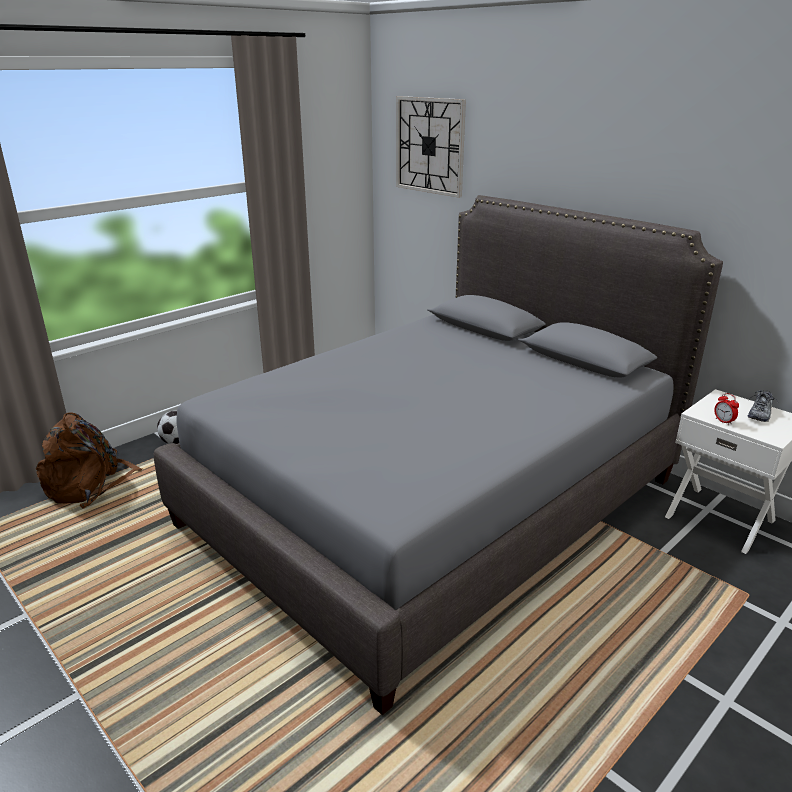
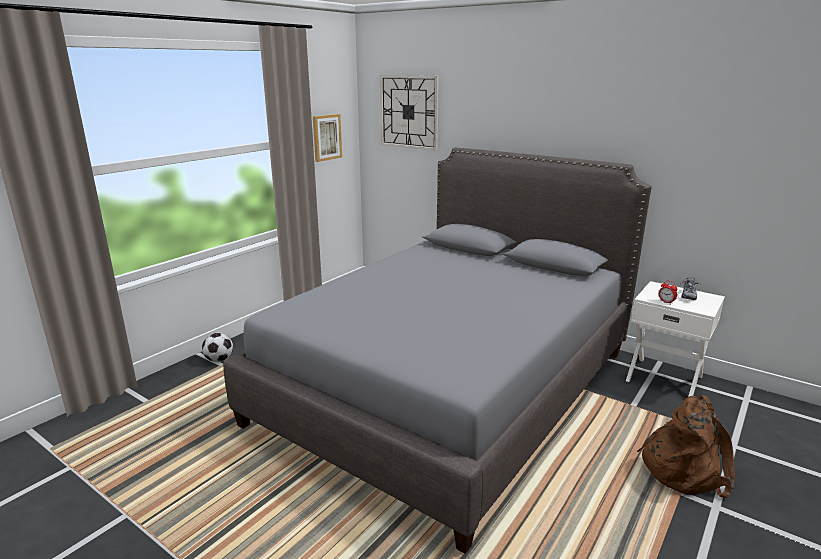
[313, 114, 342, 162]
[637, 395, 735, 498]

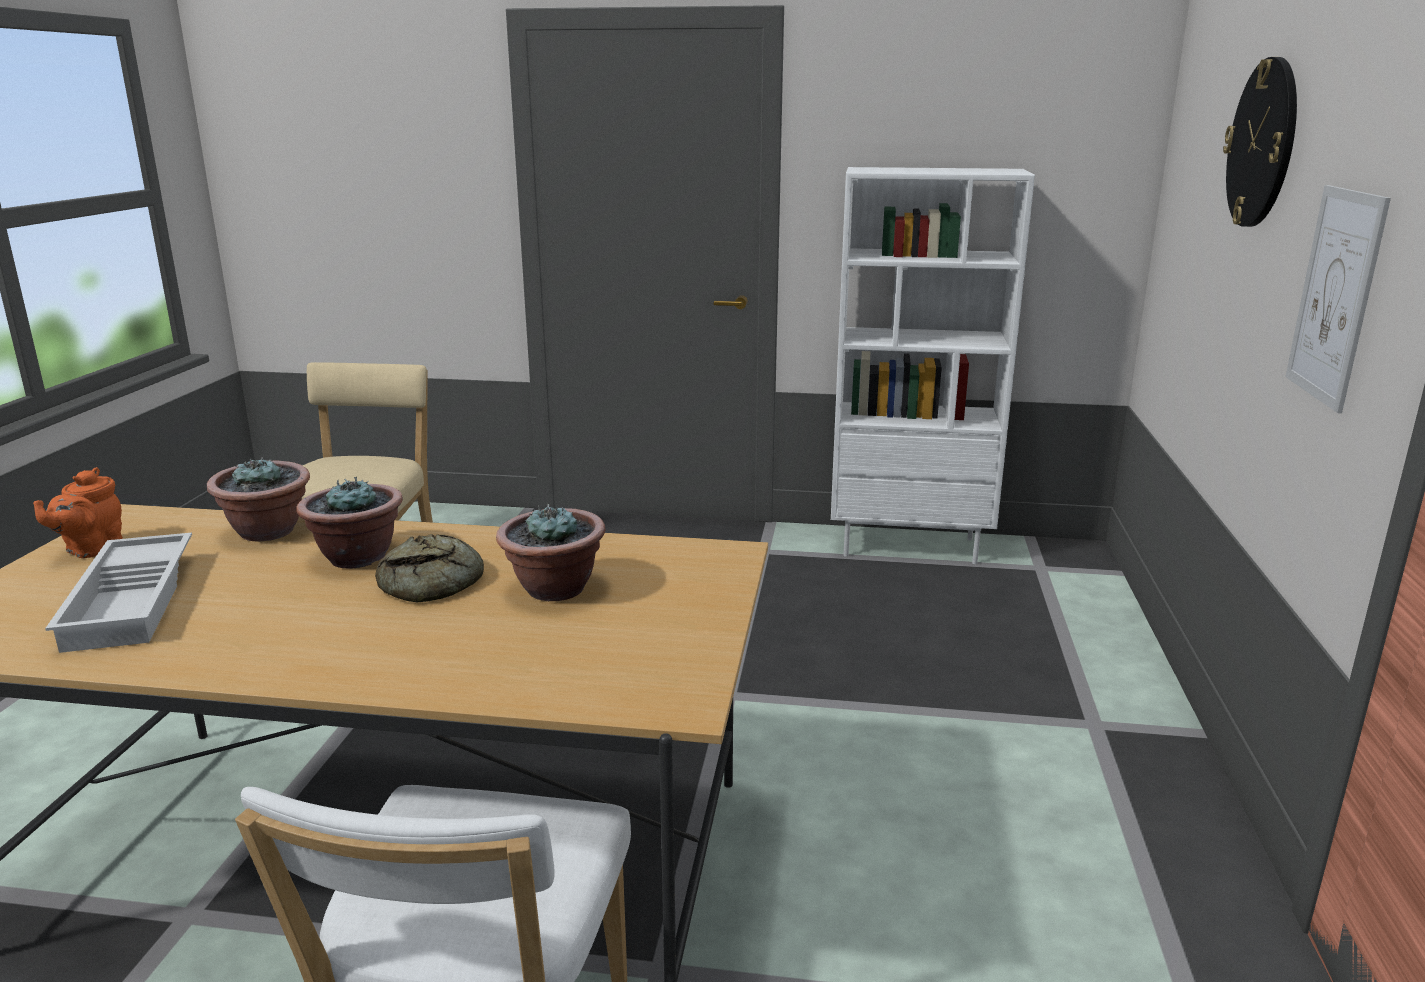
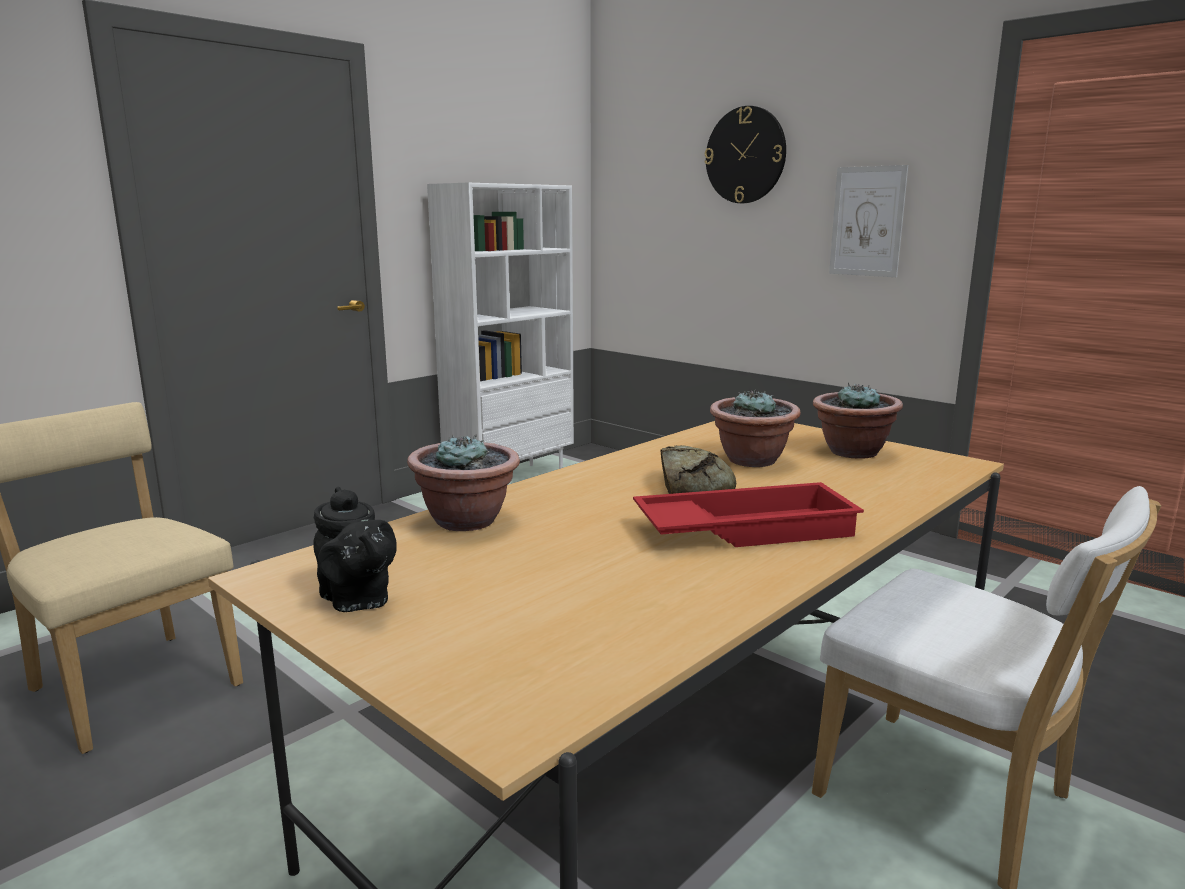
[313, 486, 397, 612]
[633, 482, 864, 547]
[813, 383, 903, 459]
[45, 533, 192, 653] (first image)

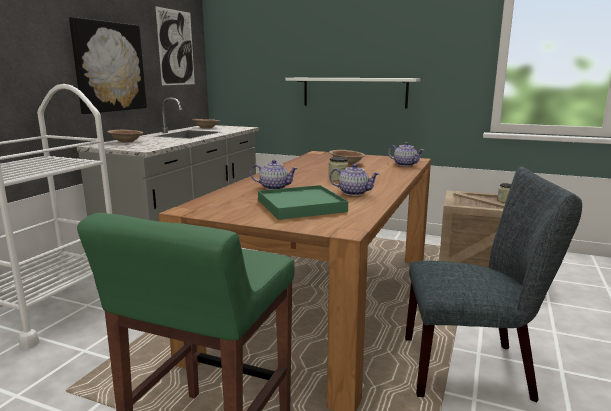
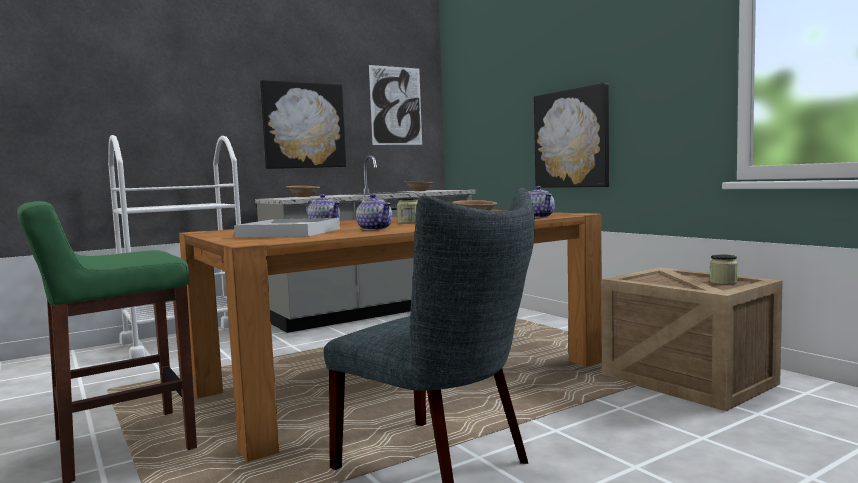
[234, 218, 340, 238]
[534, 83, 609, 188]

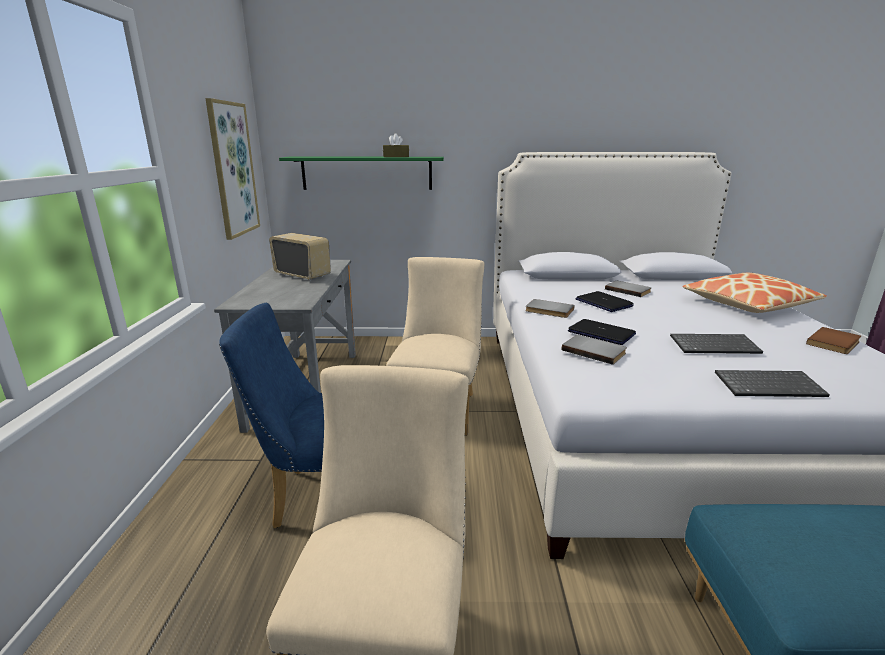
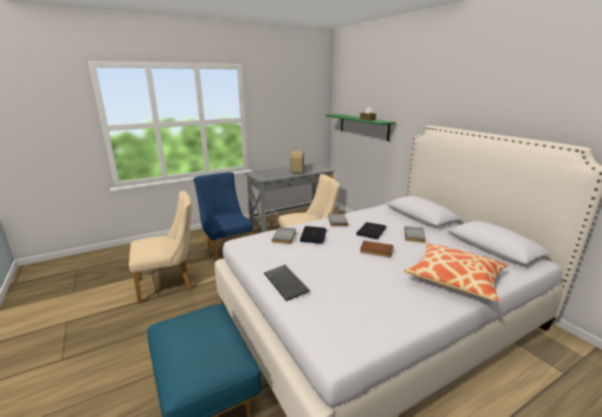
[360, 241, 394, 257]
[205, 98, 260, 240] (first image)
[670, 334, 763, 354] (first image)

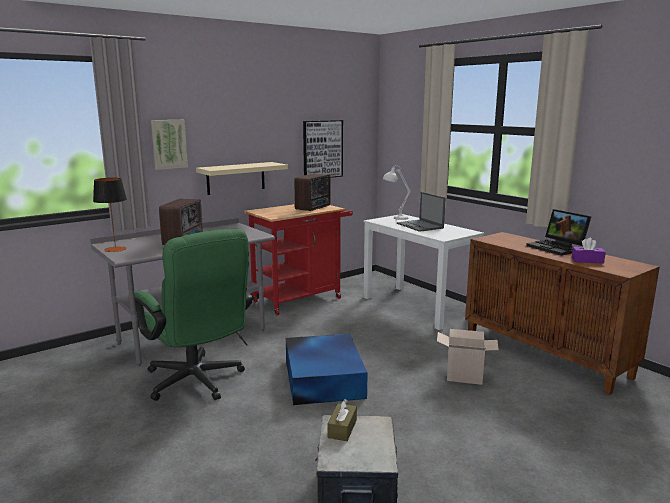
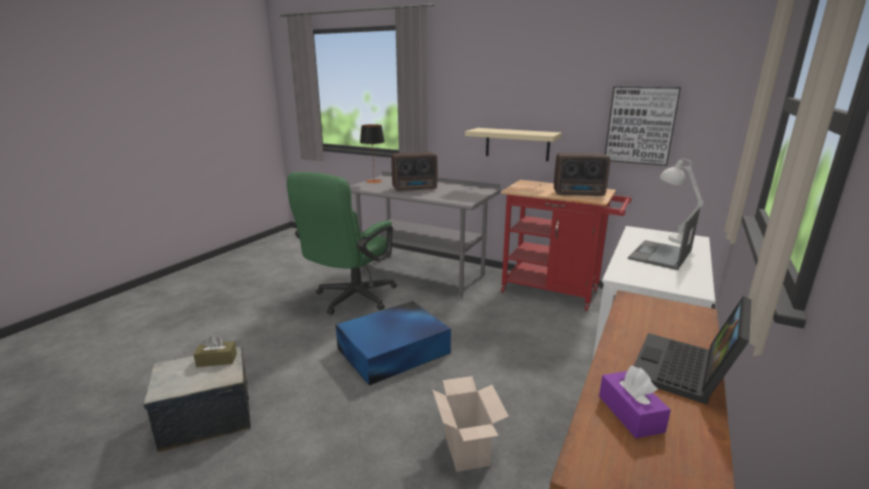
[151, 120, 188, 170] (first image)

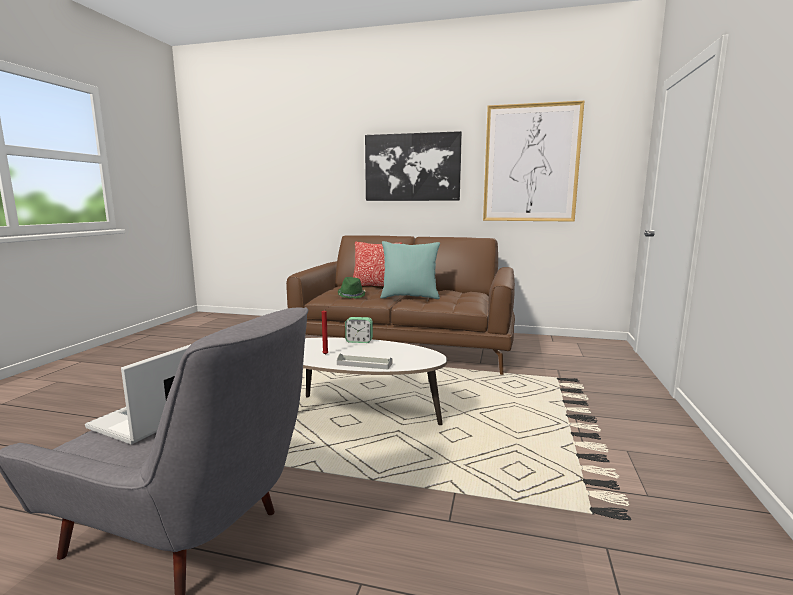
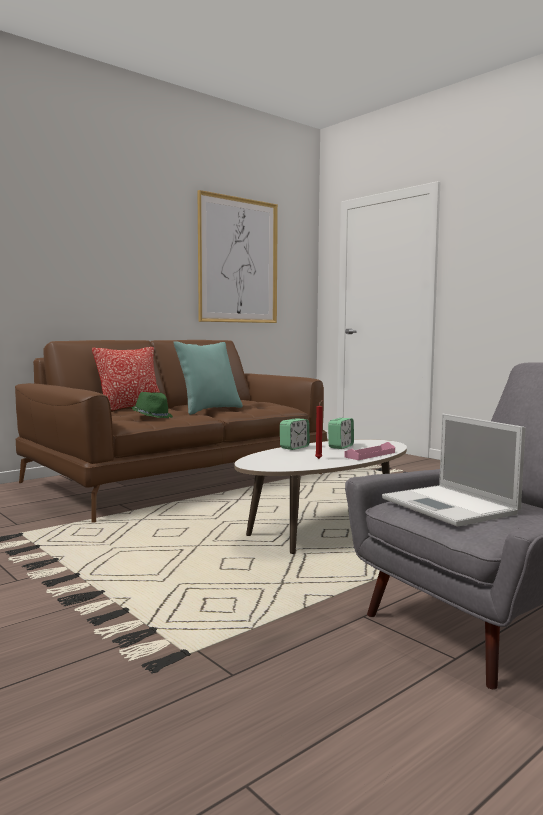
[328, 418, 354, 449]
[344, 442, 395, 460]
[365, 131, 462, 201] (first image)

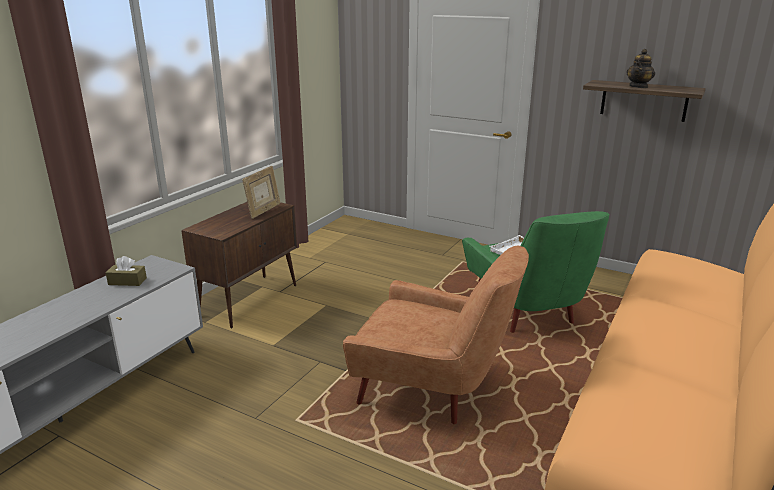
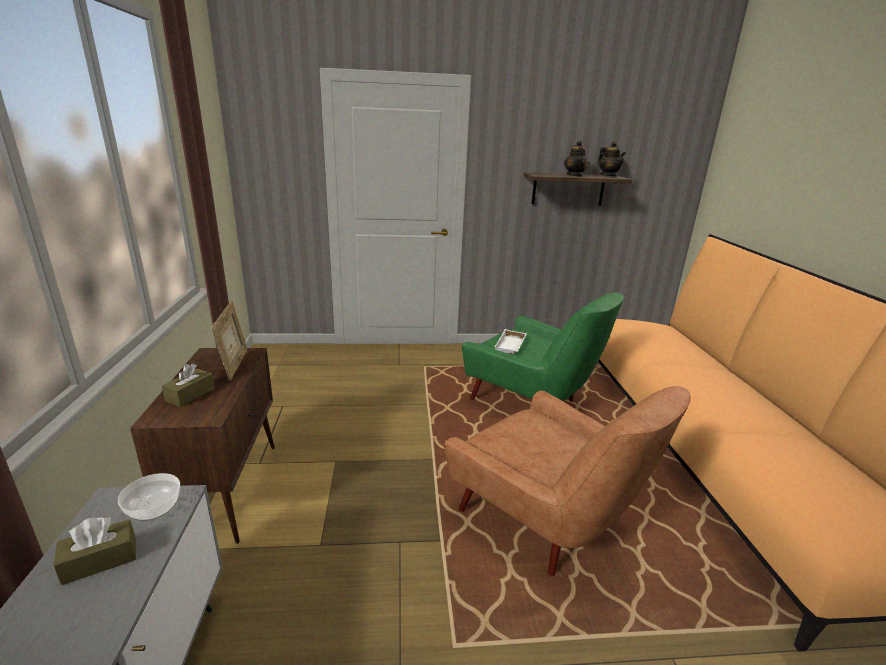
[118, 473, 180, 521]
[162, 363, 215, 407]
[444, 386, 691, 576]
[598, 141, 626, 177]

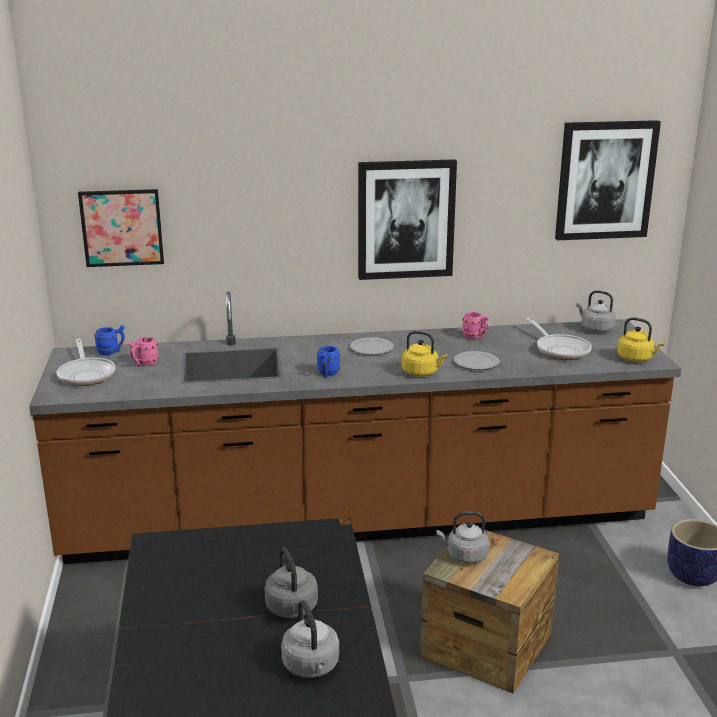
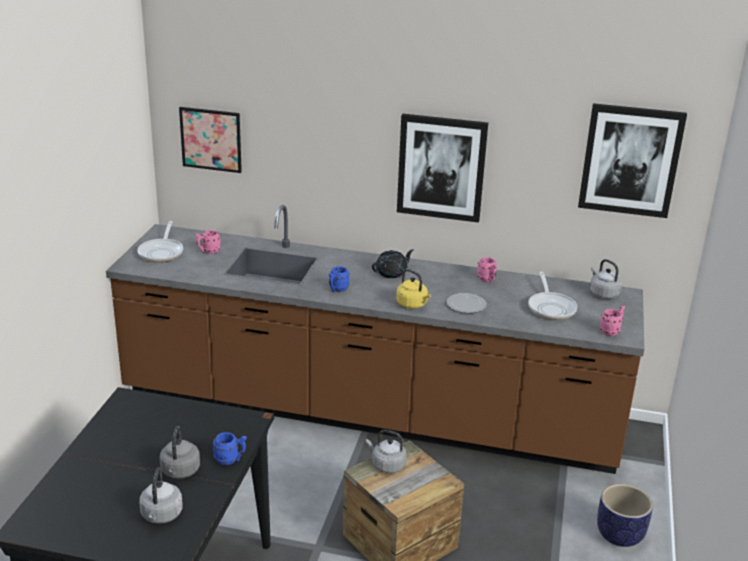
[212, 432, 247, 465]
[372, 249, 414, 278]
[600, 305, 625, 336]

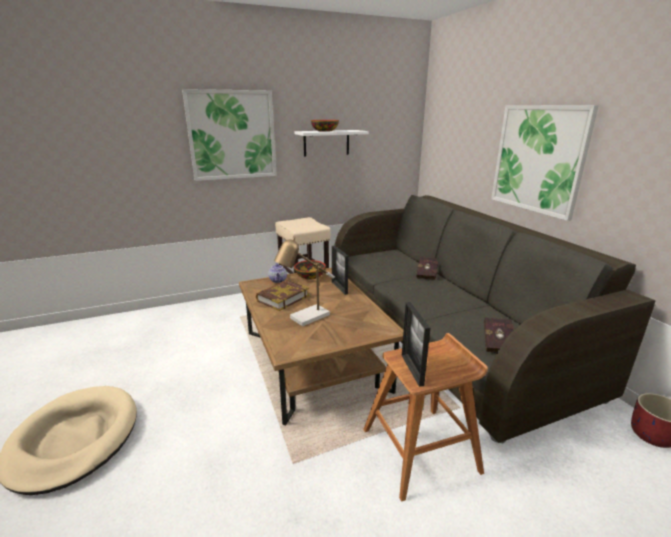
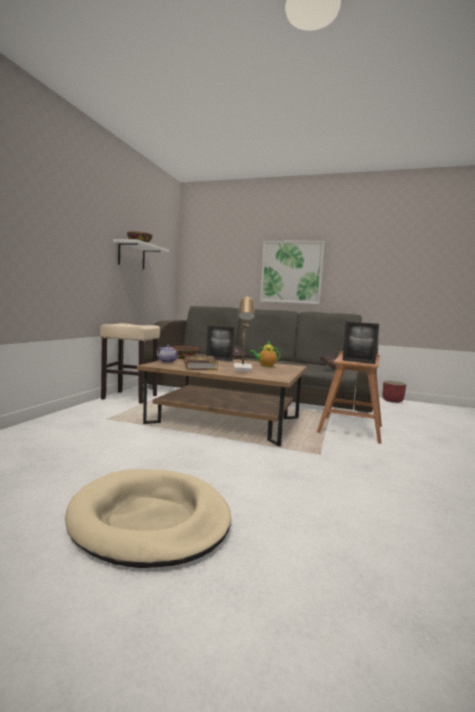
[249, 341, 281, 367]
[182, 89, 277, 181] (first image)

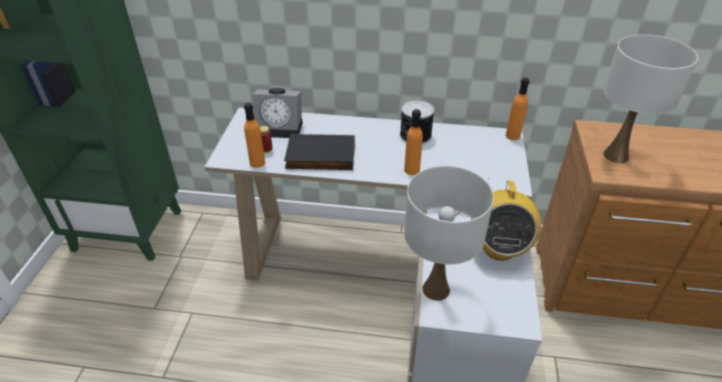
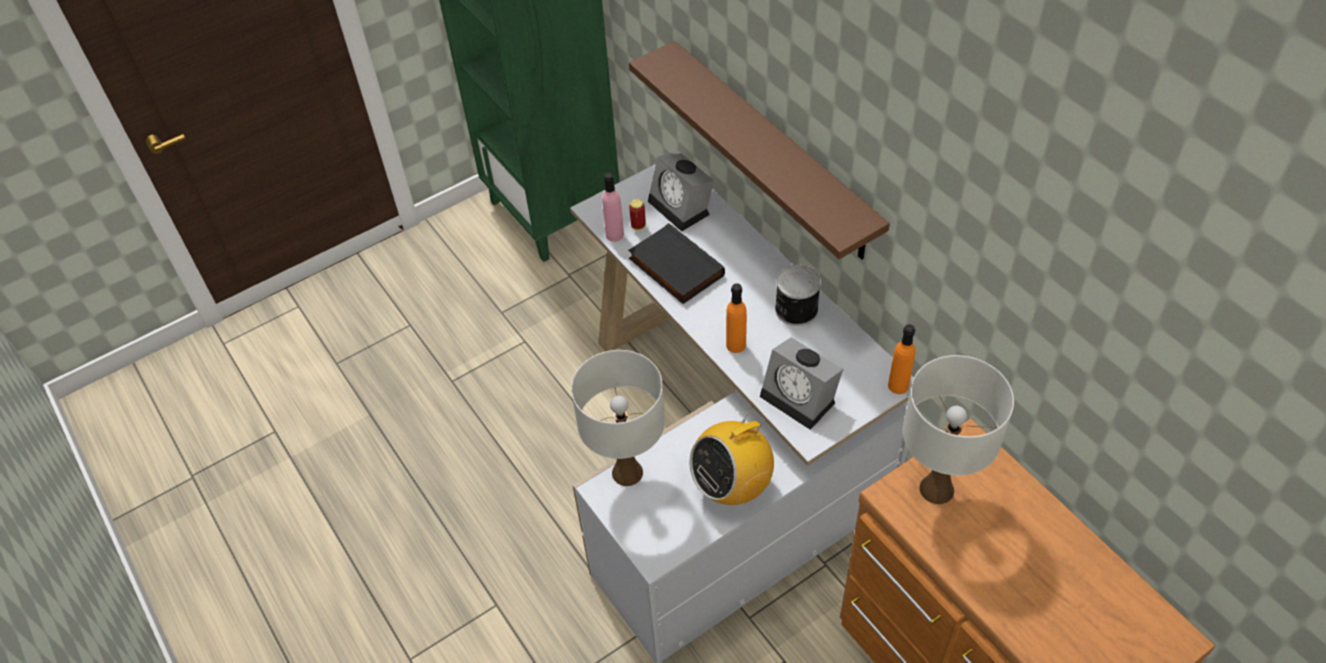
[602, 172, 624, 242]
[629, 41, 890, 260]
[760, 337, 843, 430]

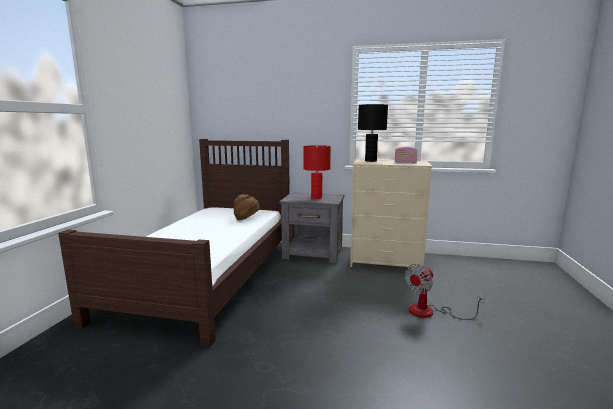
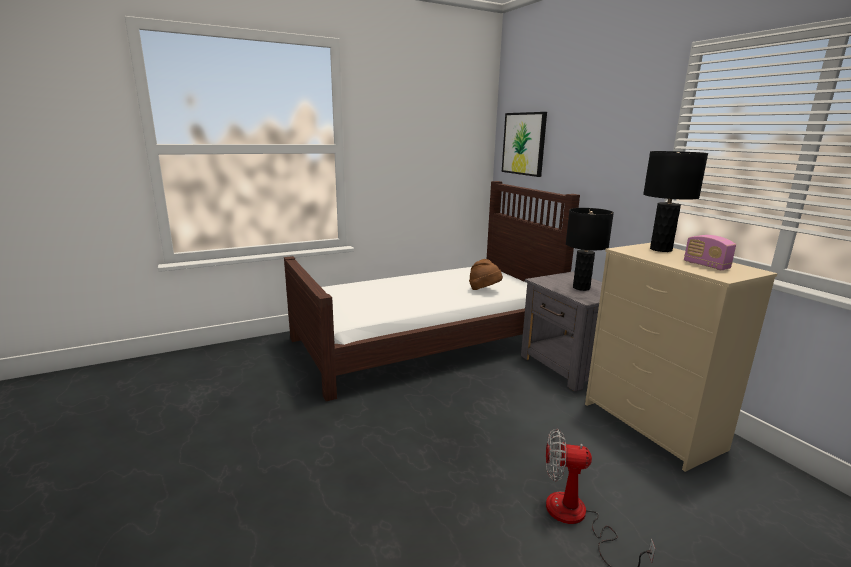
[502, 112, 547, 177]
[566, 208, 614, 291]

